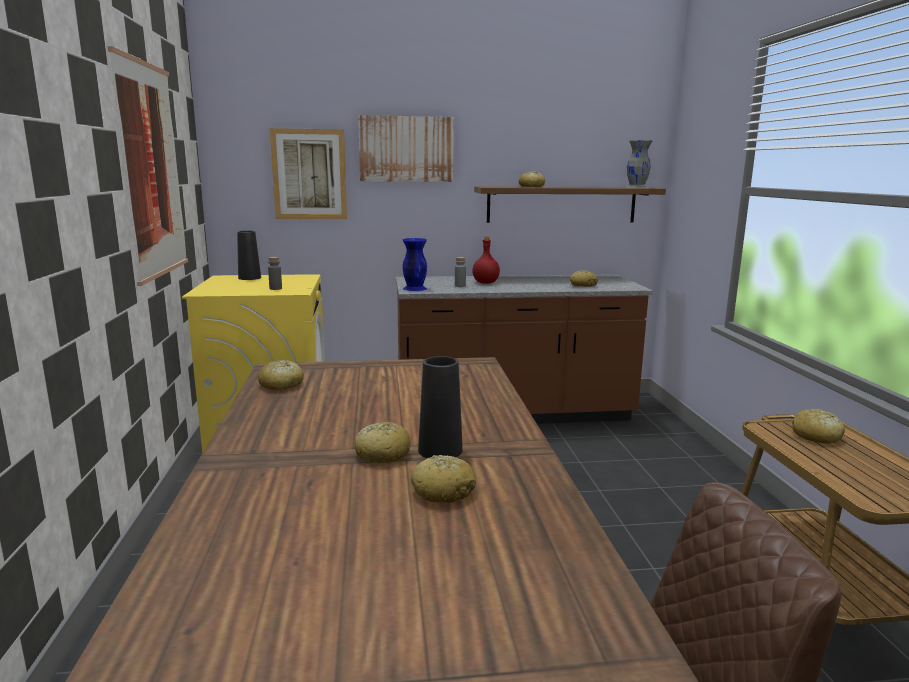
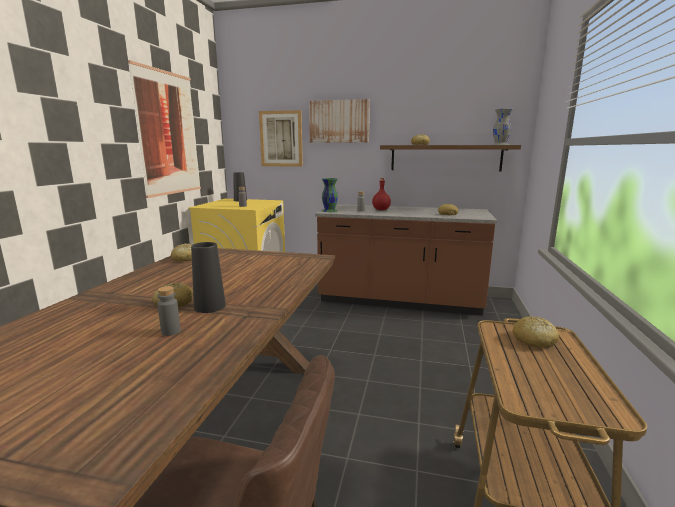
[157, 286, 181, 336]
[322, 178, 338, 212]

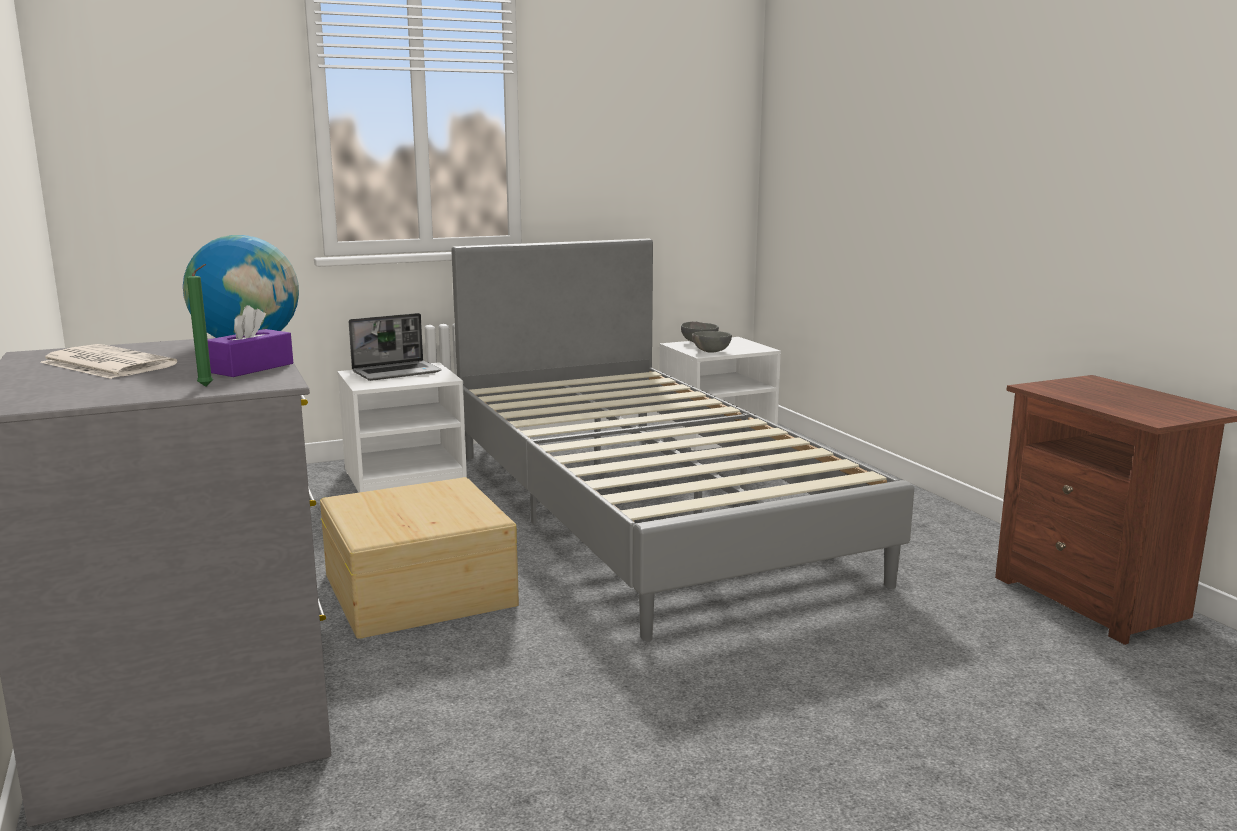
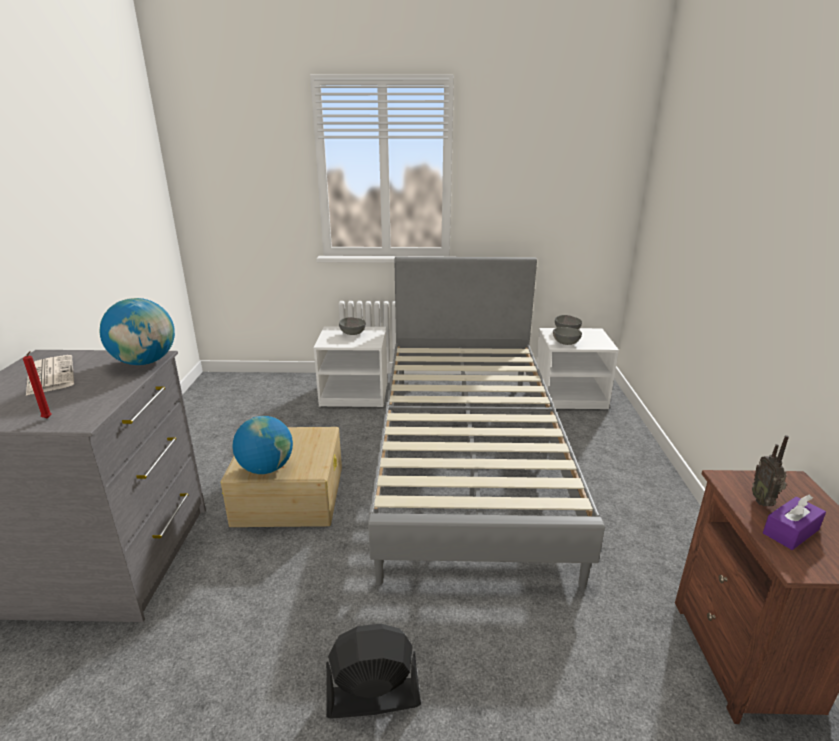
[23, 351, 52, 419]
[232, 416, 293, 474]
[326, 624, 421, 719]
[339, 317, 366, 335]
[752, 435, 789, 506]
[763, 495, 826, 550]

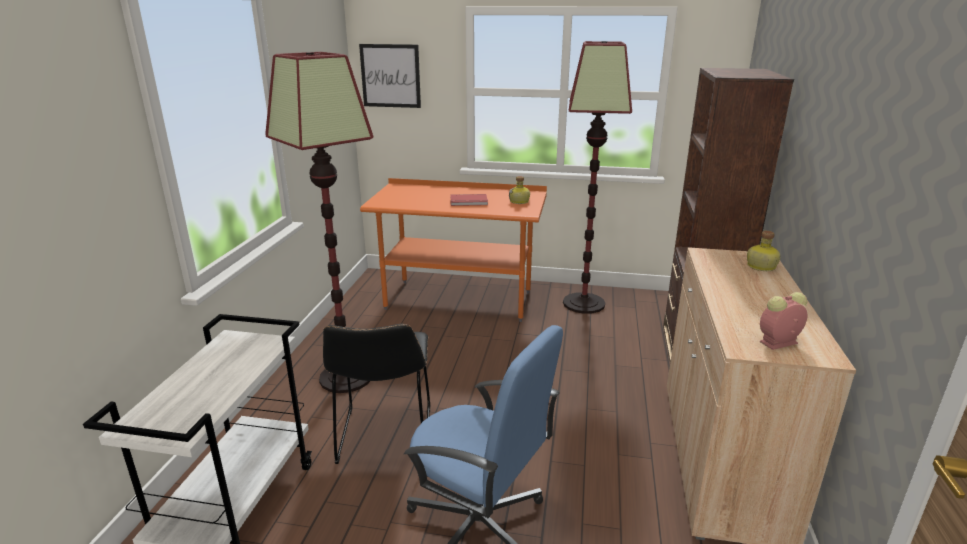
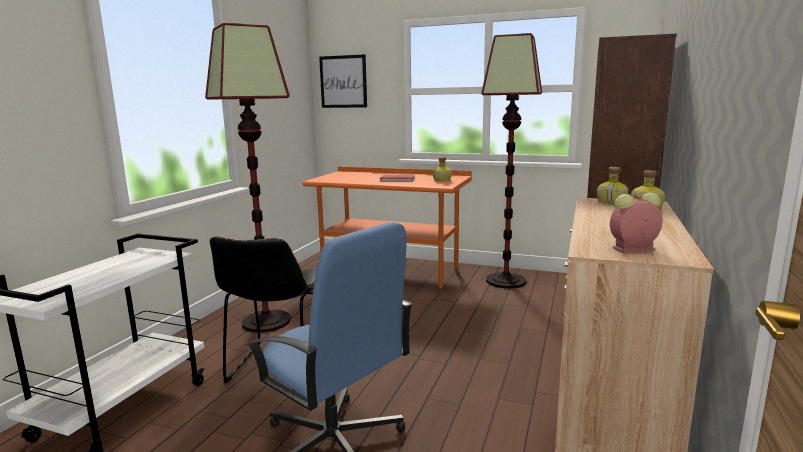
[597, 167, 628, 205]

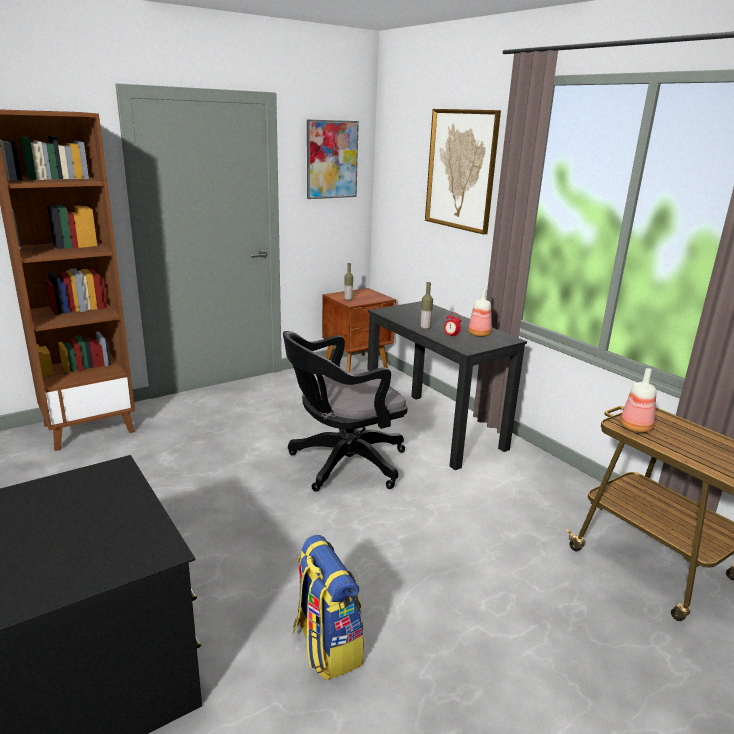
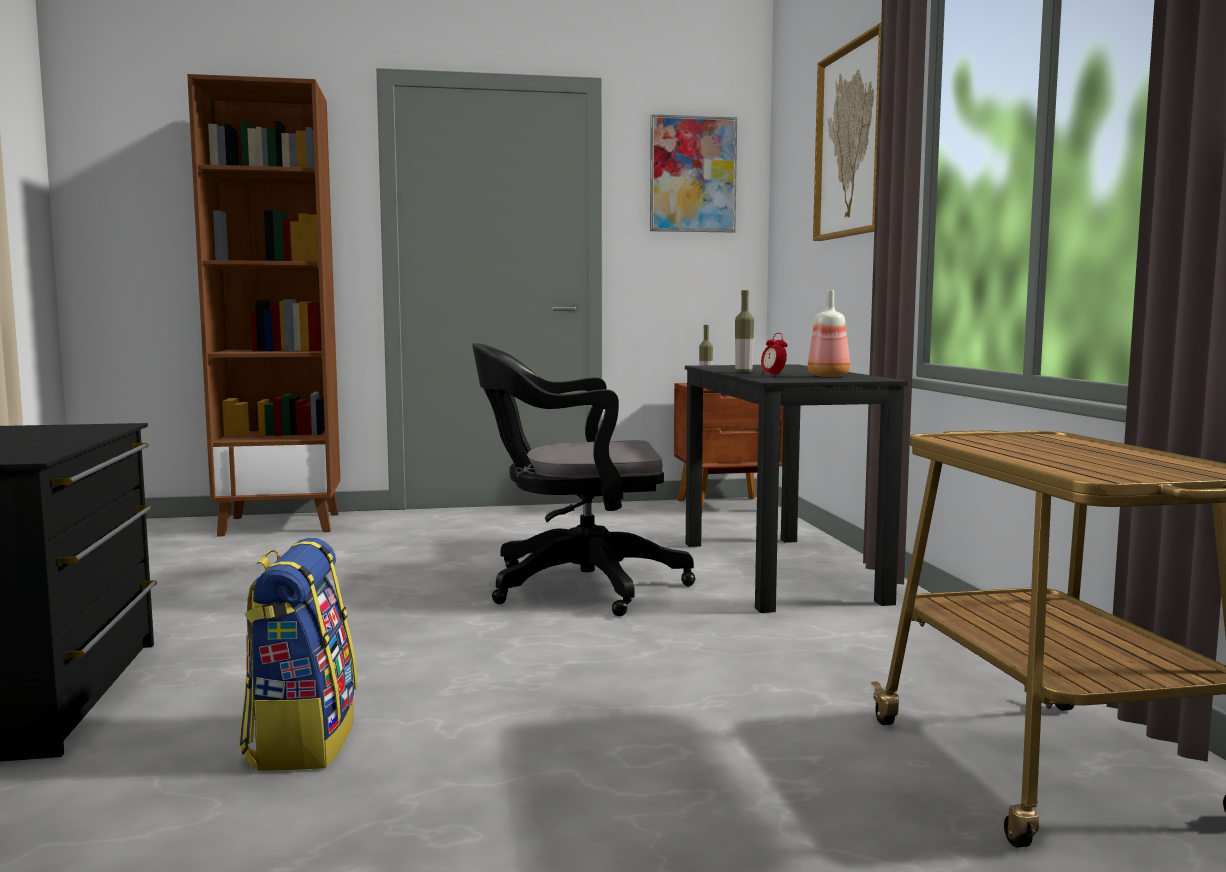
[620, 368, 656, 433] (first image)

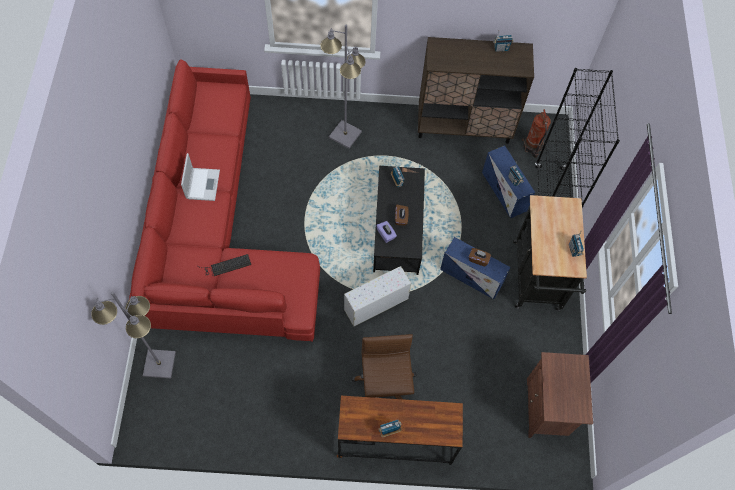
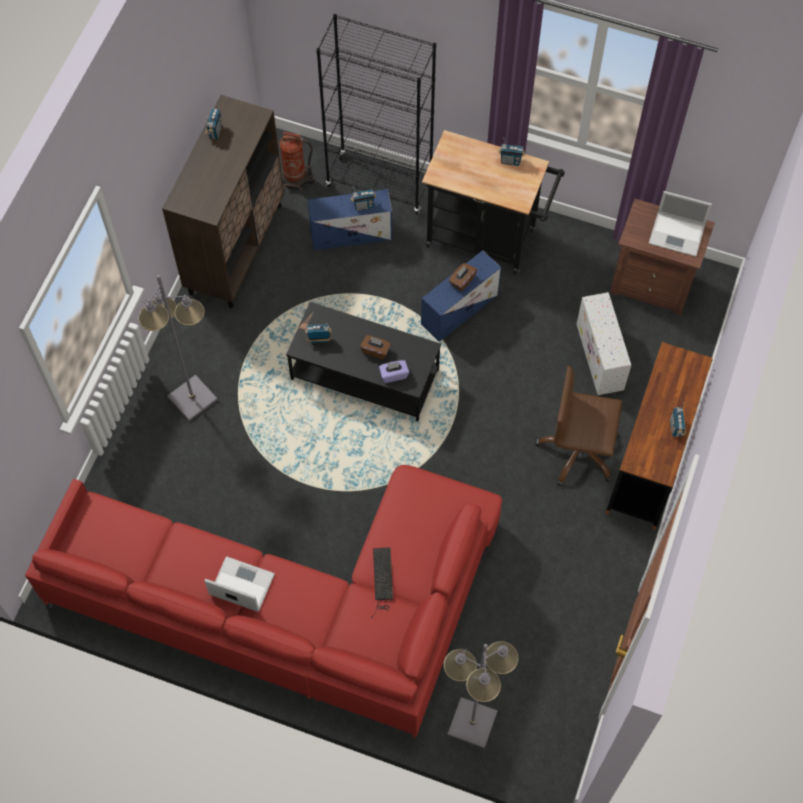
[577, 292, 631, 395]
[649, 191, 712, 257]

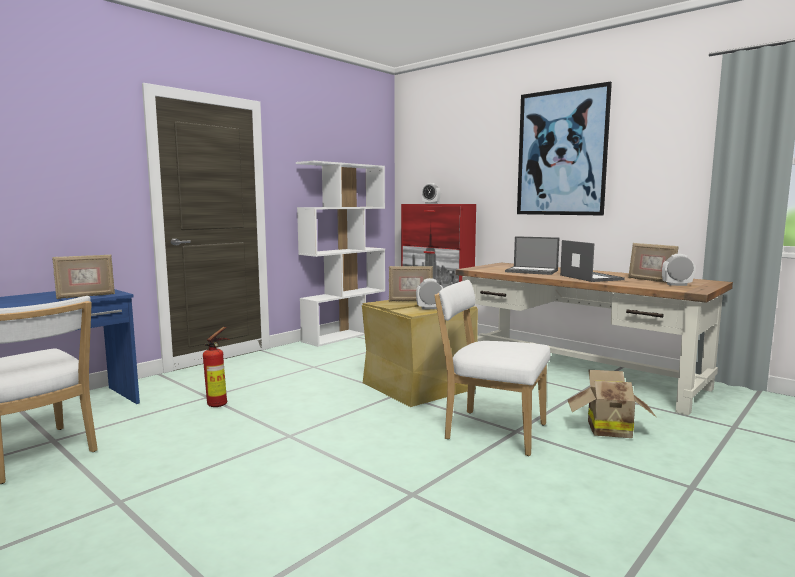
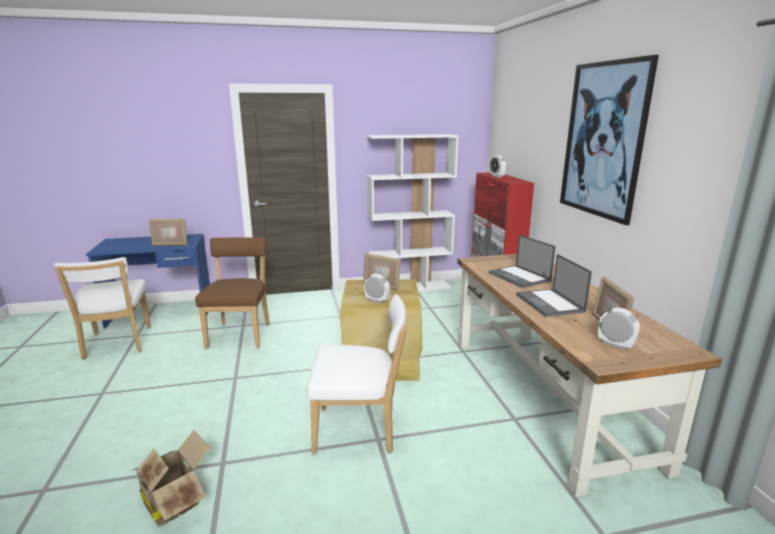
[133, 430, 210, 527]
[195, 237, 270, 349]
[307, 294, 408, 454]
[516, 254, 592, 317]

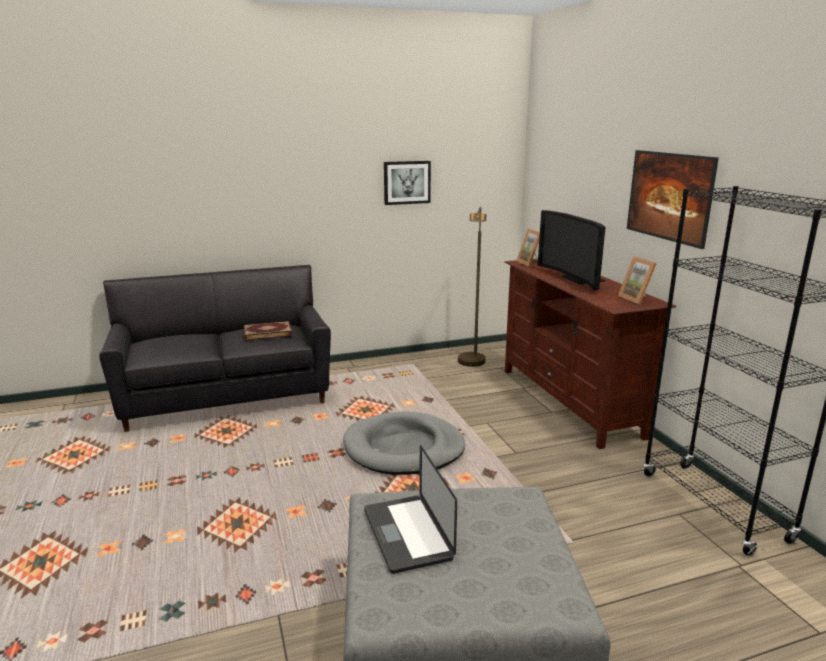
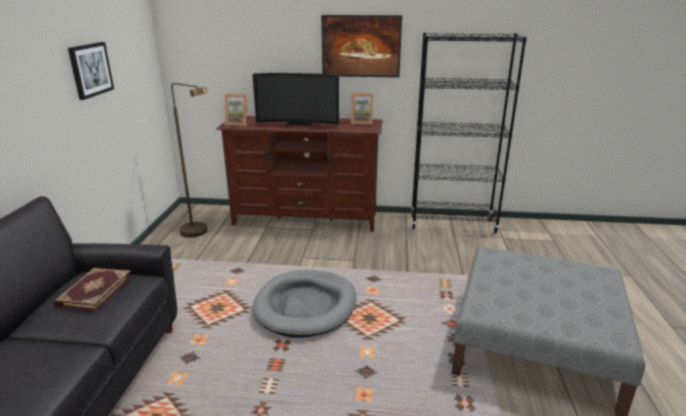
[364, 445, 457, 574] (first image)

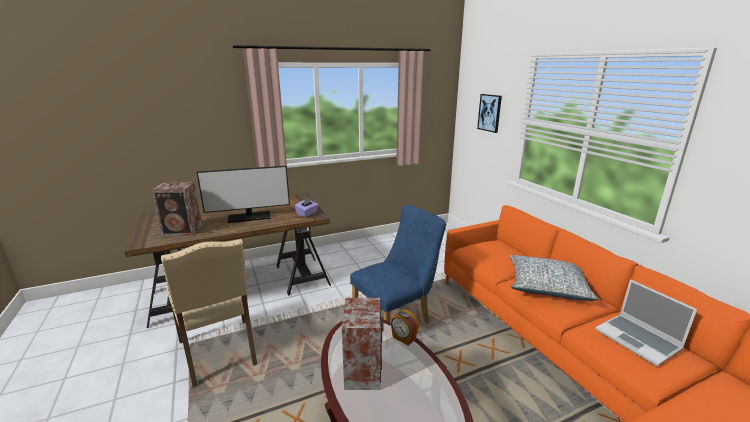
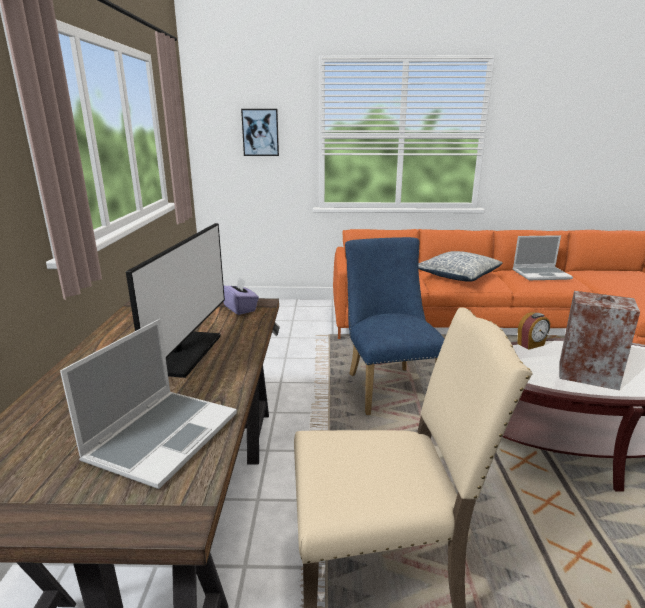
[60, 319, 237, 489]

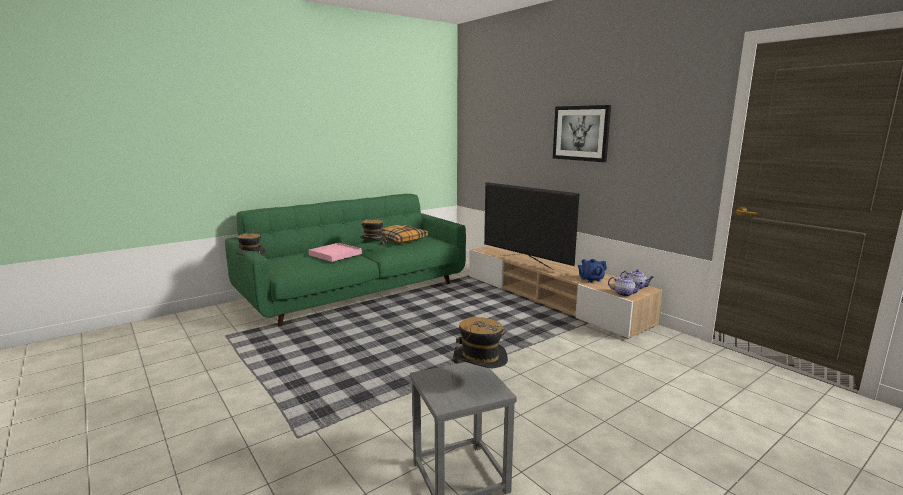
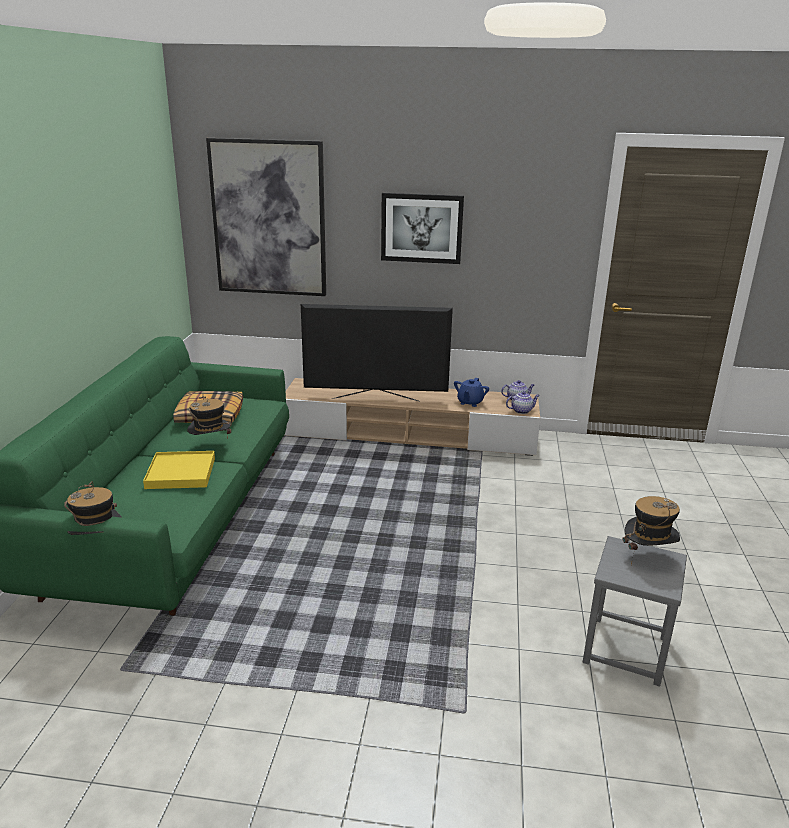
[143, 451, 215, 489]
[206, 138, 326, 296]

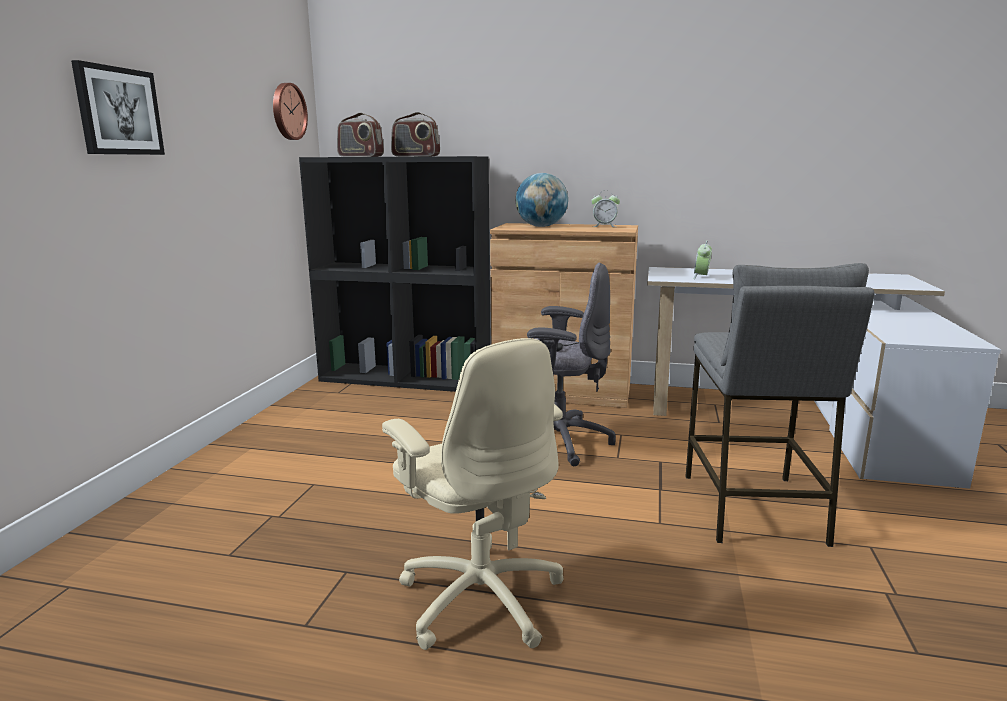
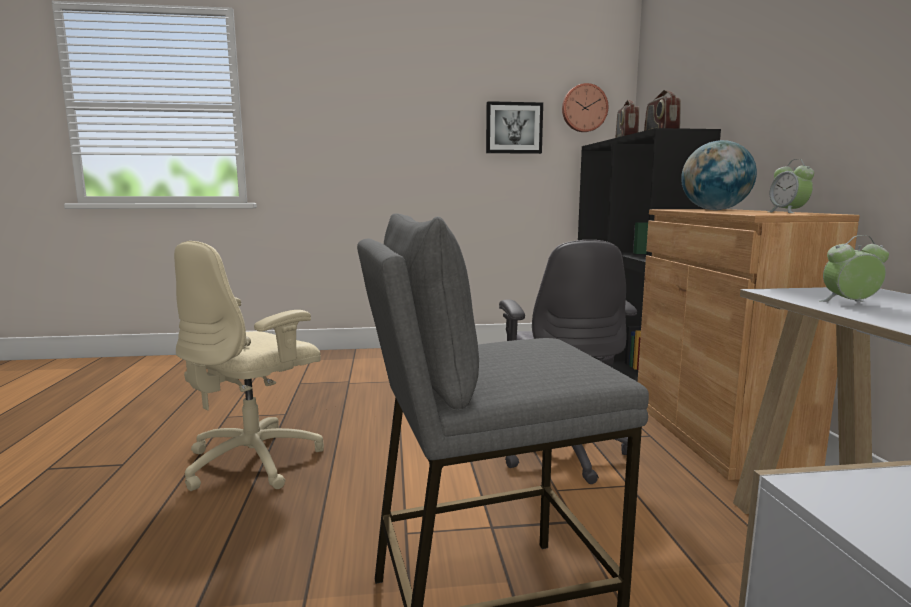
[486, 101, 543, 154]

